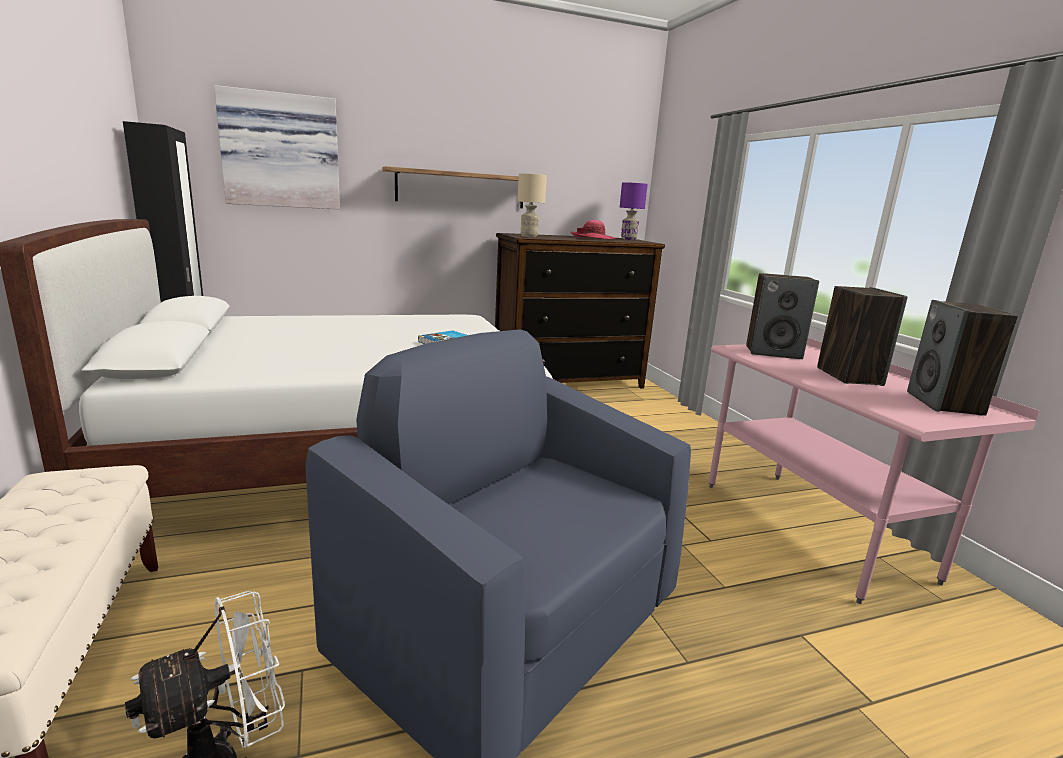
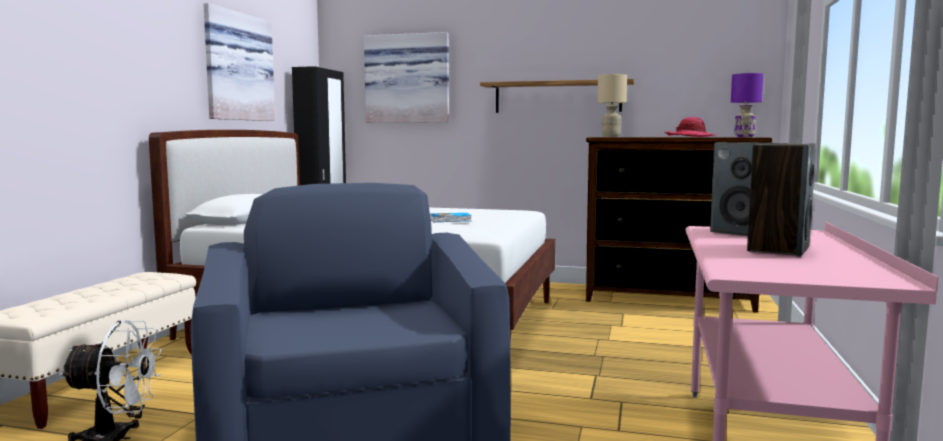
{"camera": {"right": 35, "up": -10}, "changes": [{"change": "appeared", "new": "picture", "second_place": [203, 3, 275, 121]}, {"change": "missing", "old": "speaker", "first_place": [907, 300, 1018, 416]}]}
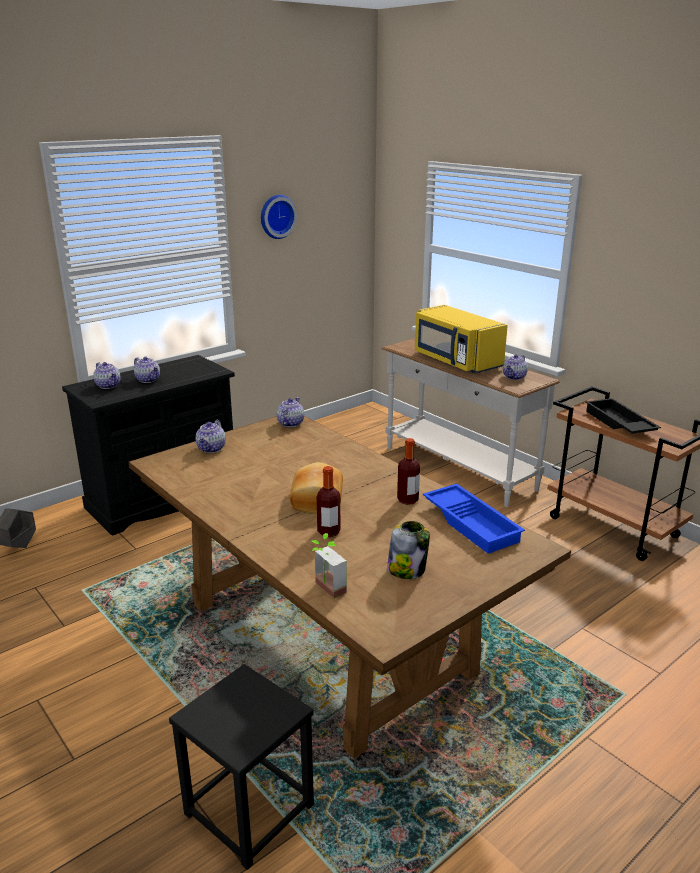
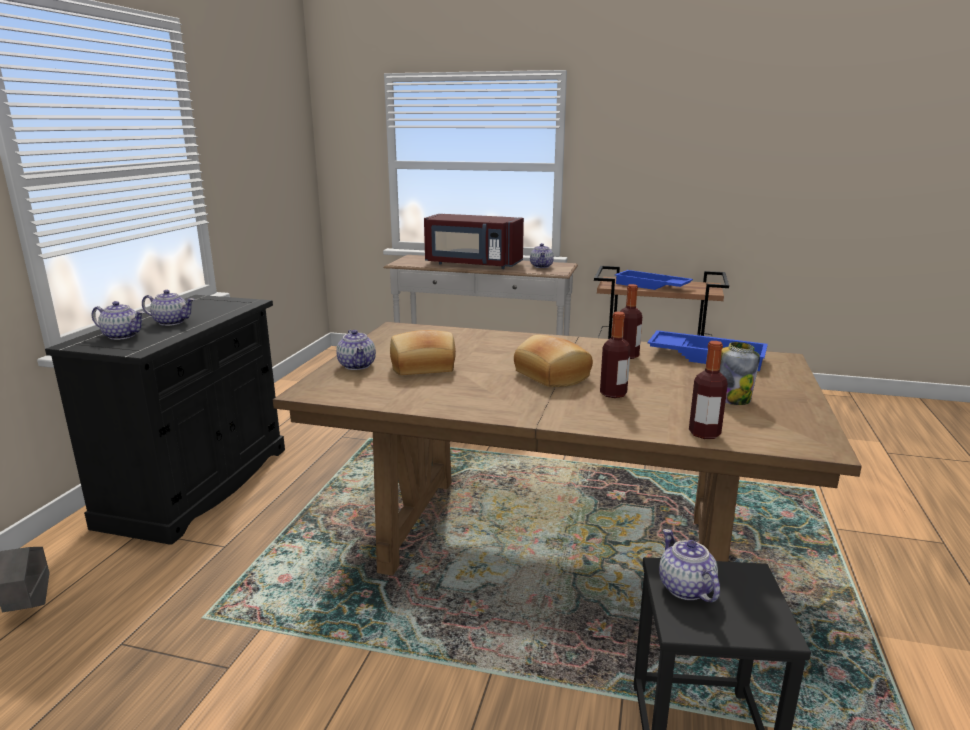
{"camera": {"right": -35, "up": -5}, "changes": [{"change": "appeared", "new": "bread", "second_place": [390, 330, 456, 375]}, {"change": "colour", "old": "yellow microwave", "new": "red microwave", "first_place": [415, 305, 508, 373], "second_place": [424, 214, 524, 269]}, {"change": "colour", "old": "black tray", "new": "blue tray", "first_place": [585, 398, 661, 434], "second_place": [615, 270, 693, 290]}, {"change": "relocated", "old": "teapot", "first_place": [277, 397, 304, 427], "second_place": [659, 529, 720, 603]}, {"change": "exchanged", "old": "potted plant", "new": "bottle", "first_place": [311, 533, 347, 598], "second_place": [689, 341, 728, 439]}, {"change": "missing", "old": "wall clock", "first_place": [261, 195, 297, 239]}]}
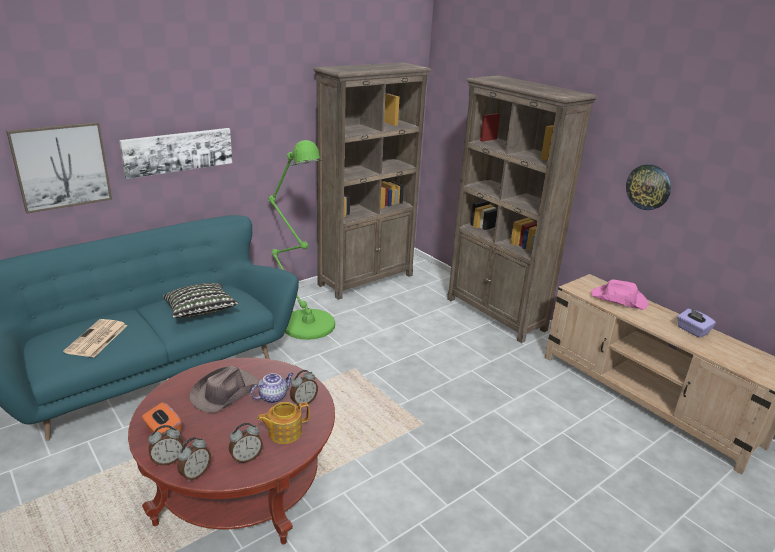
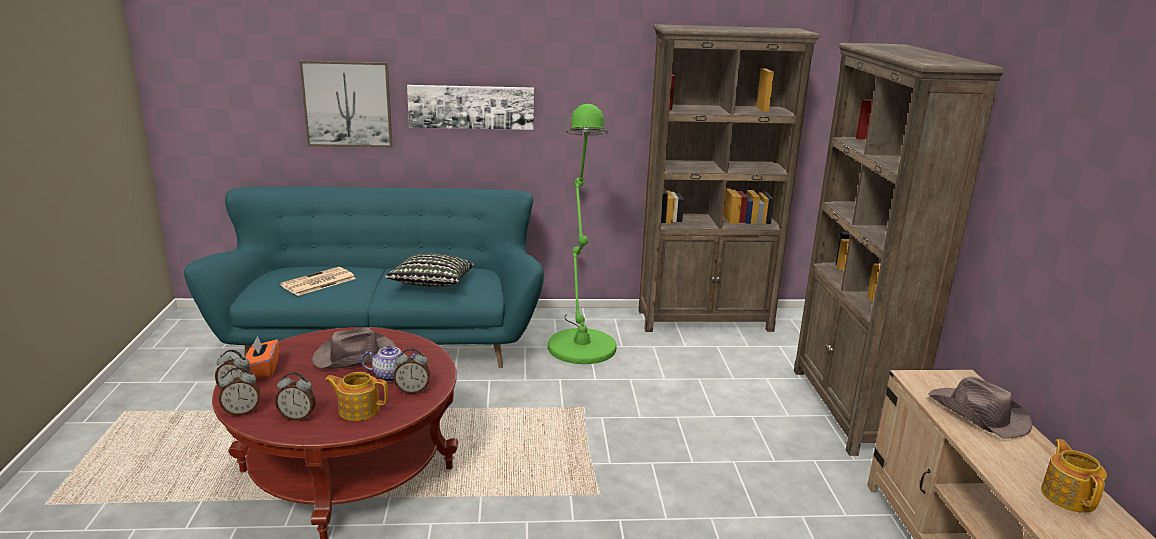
{"camera": {"right": 35, "up": -5}, "changes": [{"change": "colour", "old": "pink hat", "new": "brown hat", "first_place": [591, 280, 649, 310], "second_place": [928, 376, 1033, 438]}, {"change": "exchanged", "old": "purple tissue box", "new": "teapot", "first_place": [677, 308, 716, 338], "second_place": [1041, 439, 1107, 513]}, {"change": "missing", "old": "wall clock", "first_place": [626, 164, 671, 210]}]}
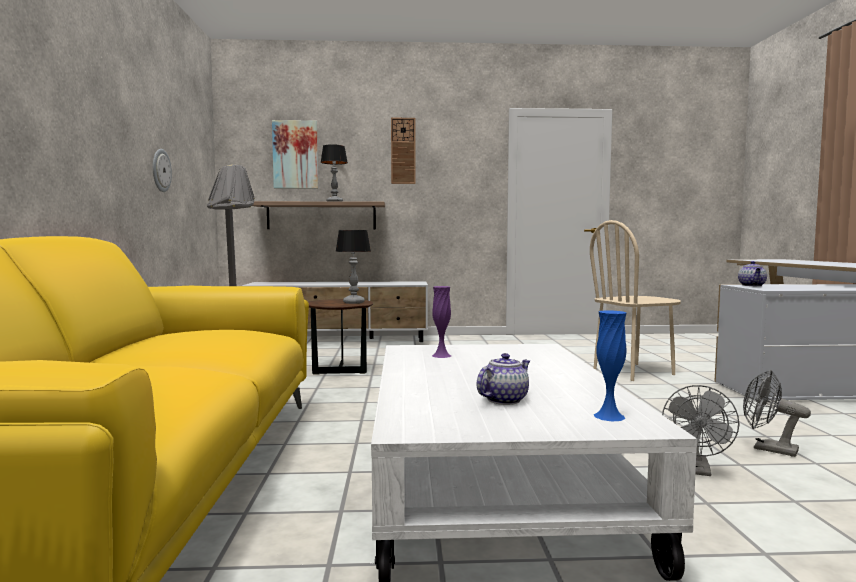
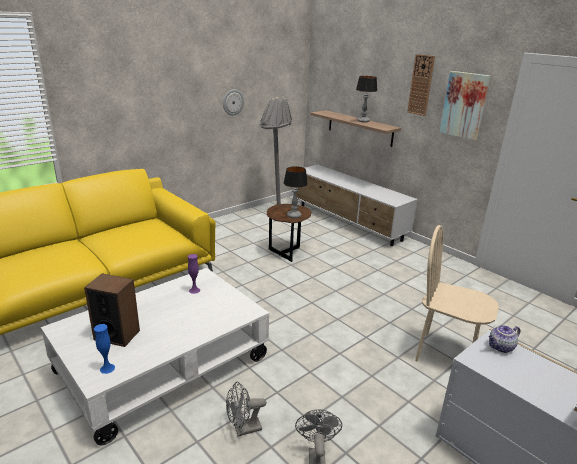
{"camera": {"right": 50, "up": 20}, "changes": [{"change": "exchanged", "old": "teapot", "new": "speaker", "first_place": [476, 353, 530, 405], "second_place": [84, 273, 140, 347]}, {"change": "relocated", "old": "picture", "first_place": [272, 120, 318, 189], "second_place": [440, 71, 490, 140]}]}
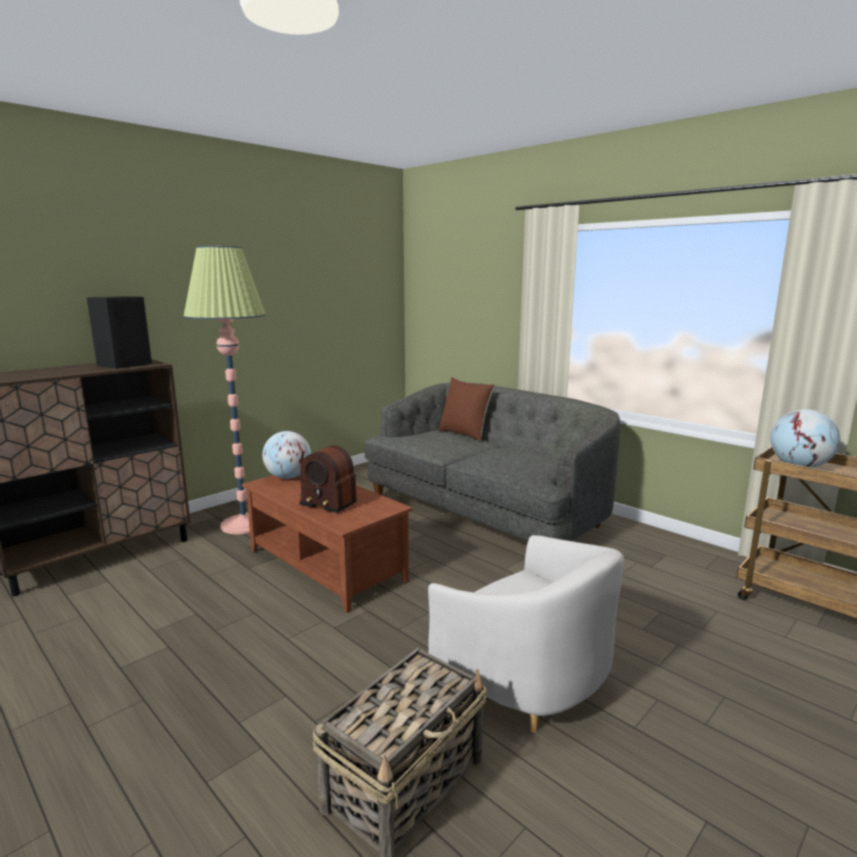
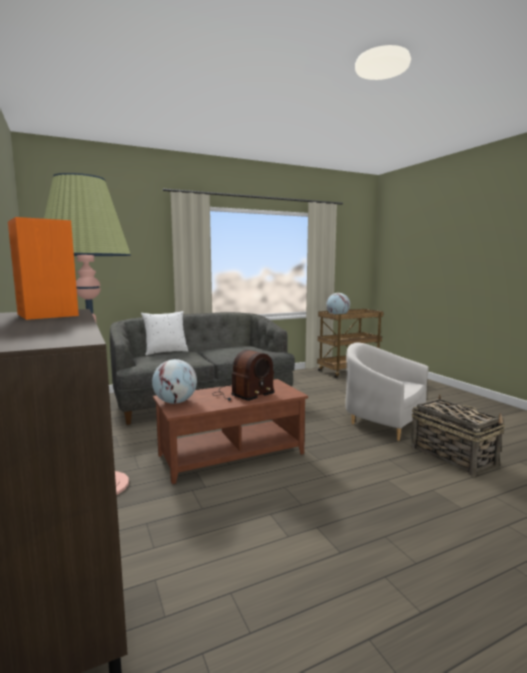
{"camera": {"right": -70, "up": -5}, "changes": [{"change": "colour", "old": "black speaker", "new": "orange speaker", "first_place": [87, 296, 152, 369], "second_place": [8, 217, 79, 320]}, {"change": "colour", "old": "brown pillow", "new": "white pillow", "first_place": [438, 377, 494, 441], "second_place": [141, 311, 189, 356]}, {"change": "spun", "old": "white armchair", "first_place": [428, 535, 624, 732], "second_place": [345, 343, 429, 441], "degrees": -120}]}
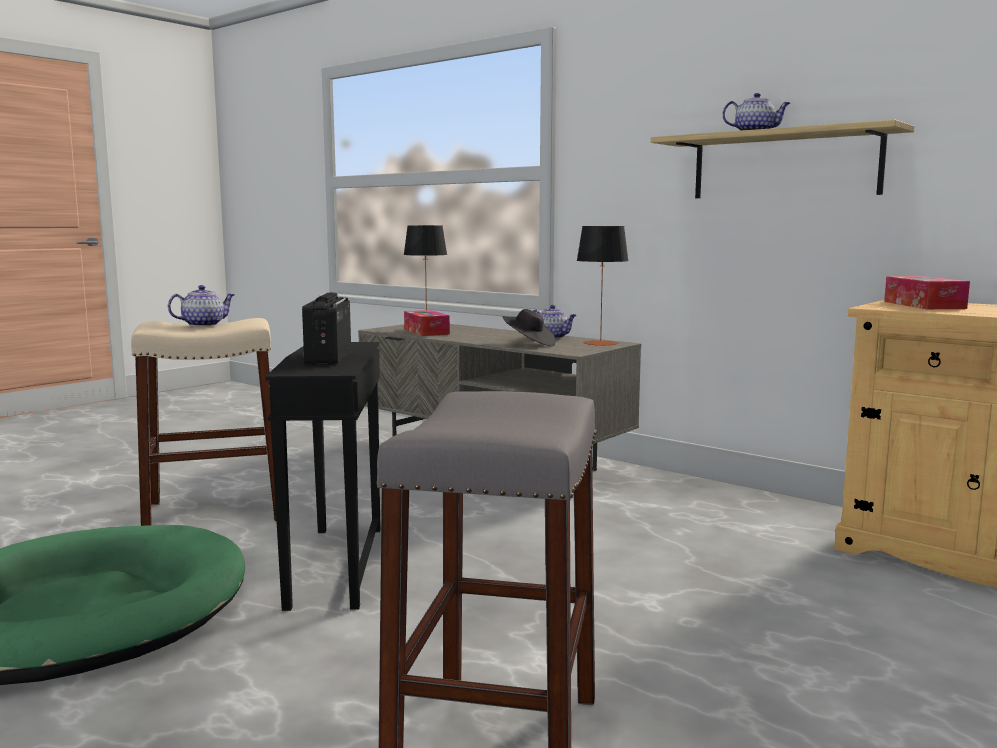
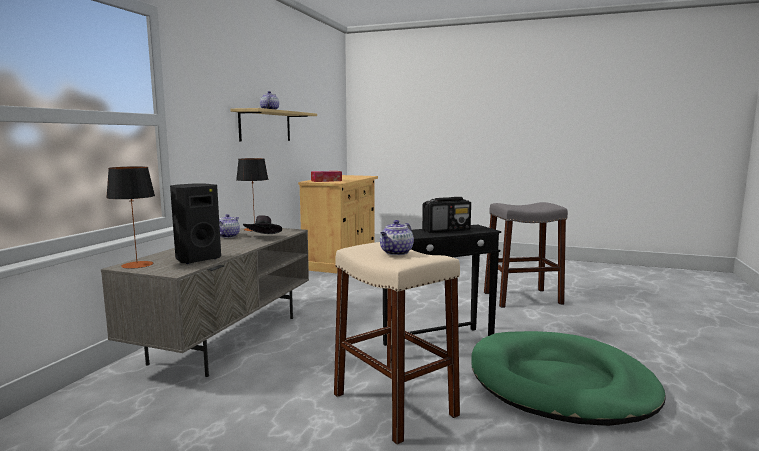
{"camera": {"right": -110, "up": 0}, "changes": [{"change": "exchanged", "old": "tissue box", "new": "black speaker", "first_place": [404, 310, 450, 336], "second_place": [170, 183, 221, 264]}, {"change": "spun", "old": "teapot", "first_place": [168, 285, 235, 327], "second_place": [380, 220, 414, 255], "degrees": -90}]}
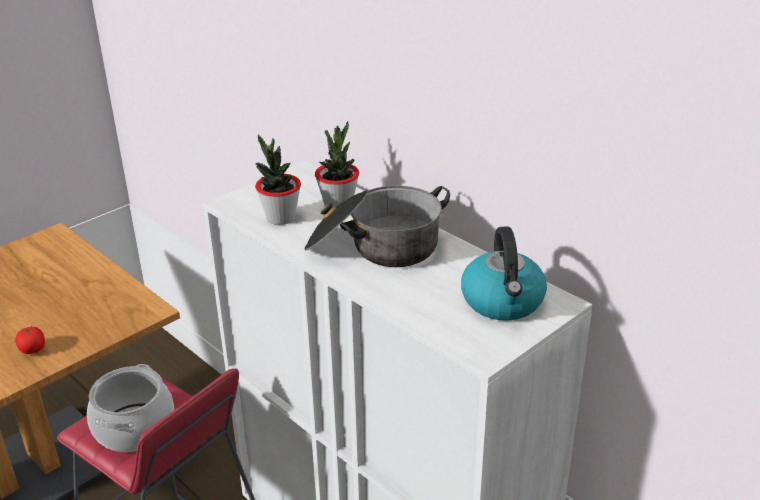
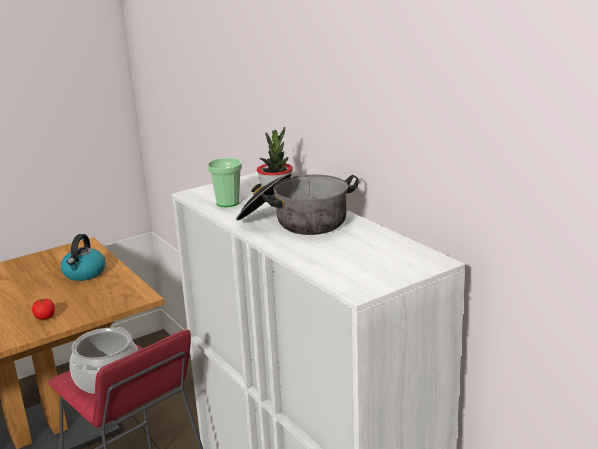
{"camera": {"right": 10, "up": -10}, "changes": [{"change": "relocated", "old": "kettle", "first_place": [461, 226, 547, 321], "second_place": [61, 234, 106, 281]}, {"change": "exchanged", "old": "potted plant", "new": "cup", "first_place": [255, 134, 301, 225], "second_place": [207, 158, 242, 207]}]}
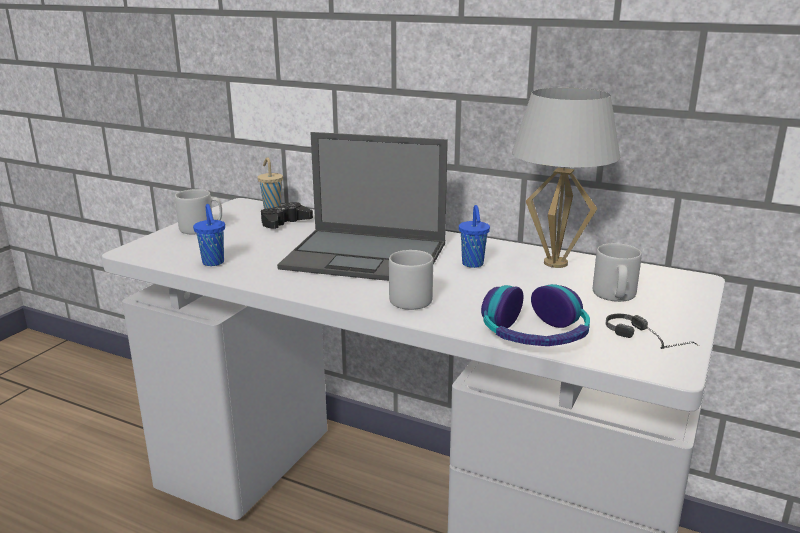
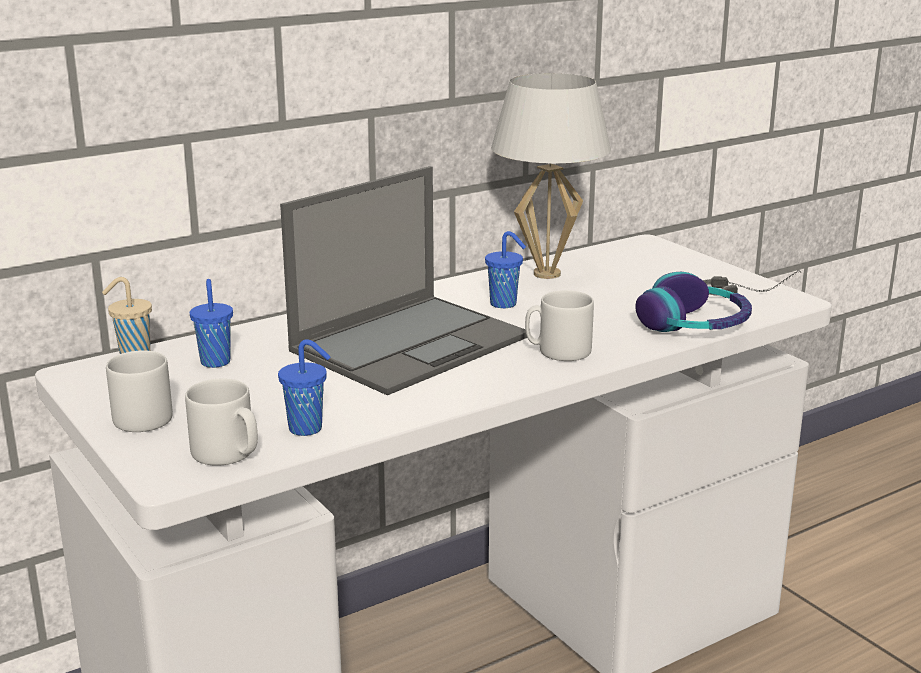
{"camera": {"right": -60, "up": 0}, "changes": [{"change": "relocated", "old": "grey mug", "first_place": [593, 243, 642, 302], "second_place": [185, 379, 258, 466]}, {"change": "exchanged", "old": "black game controller", "new": "blue cup", "first_place": [261, 202, 313, 229], "second_place": [190, 279, 233, 368]}]}
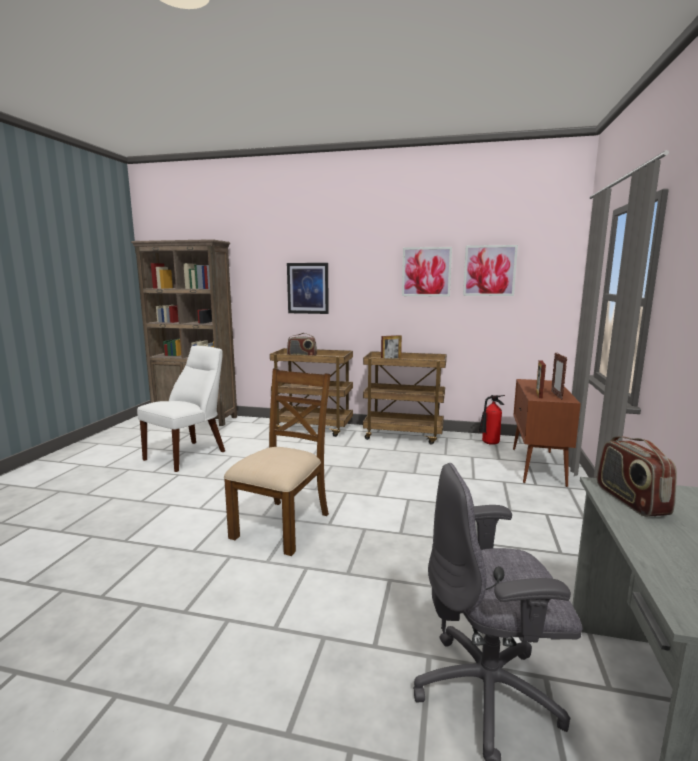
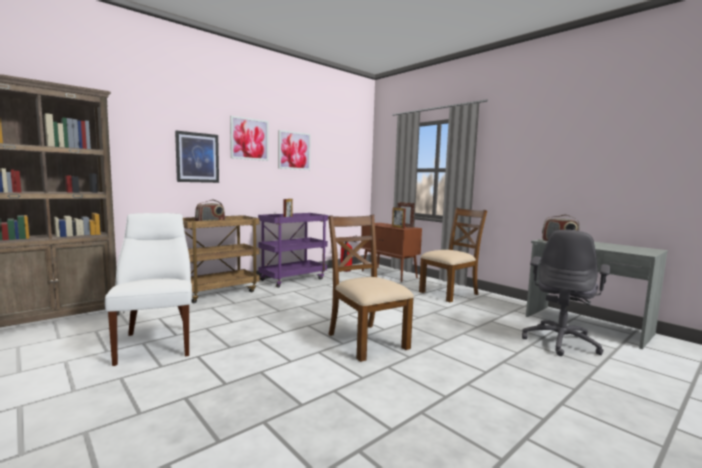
{"camera": {"right": -55, "up": -5}, "changes": [{"change": "relocated", "old": "picture", "first_place": [463, 245, 518, 296], "second_place": [230, 116, 269, 161]}, {"change": "colour", "old": "brown cart", "new": "purple cart", "first_place": [363, 351, 447, 444], "second_place": [258, 213, 328, 288]}, {"change": "appeared", "new": "brown chair", "second_place": [419, 207, 487, 302]}]}
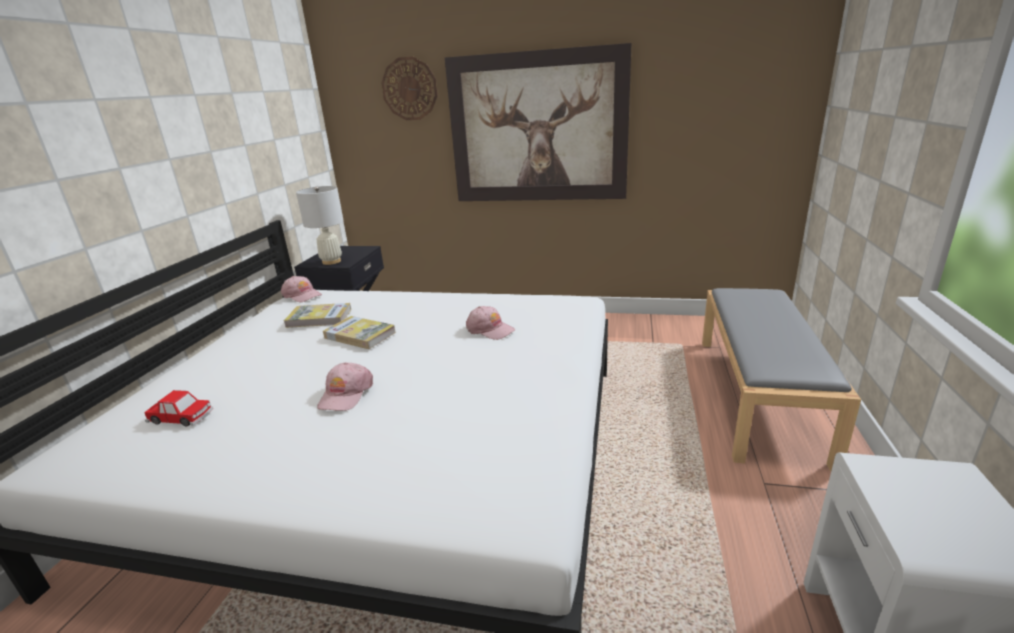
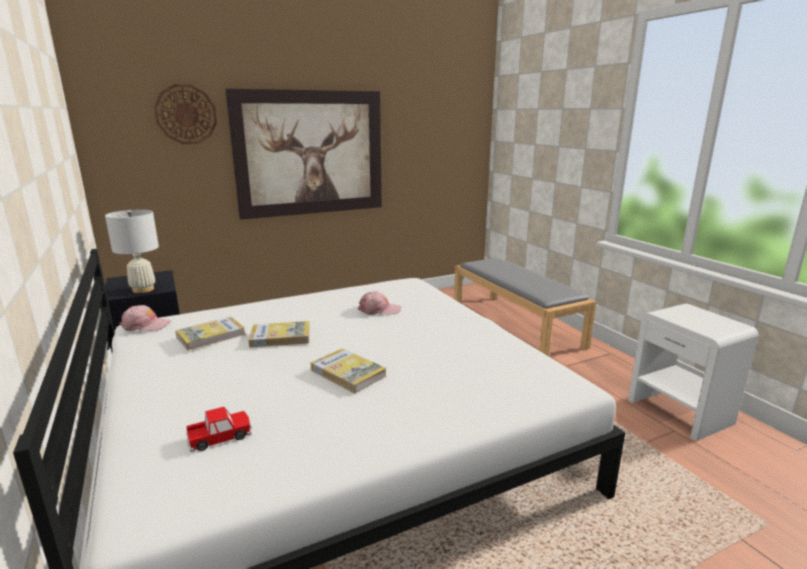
{"camera": {"right": -40, "up": -5}, "changes": [{"change": "exchanged", "old": "pink cap", "new": "book", "first_place": [317, 362, 373, 411], "second_place": [311, 348, 386, 393]}]}
